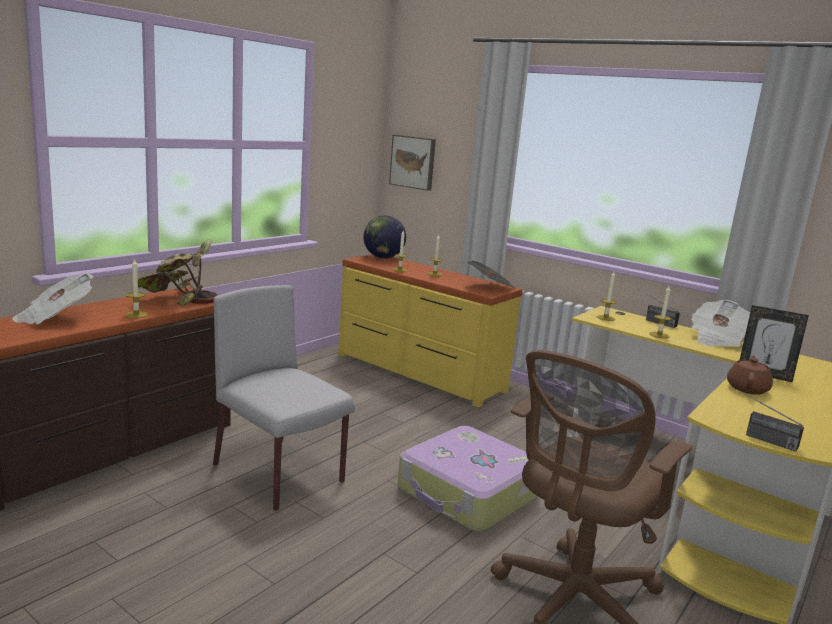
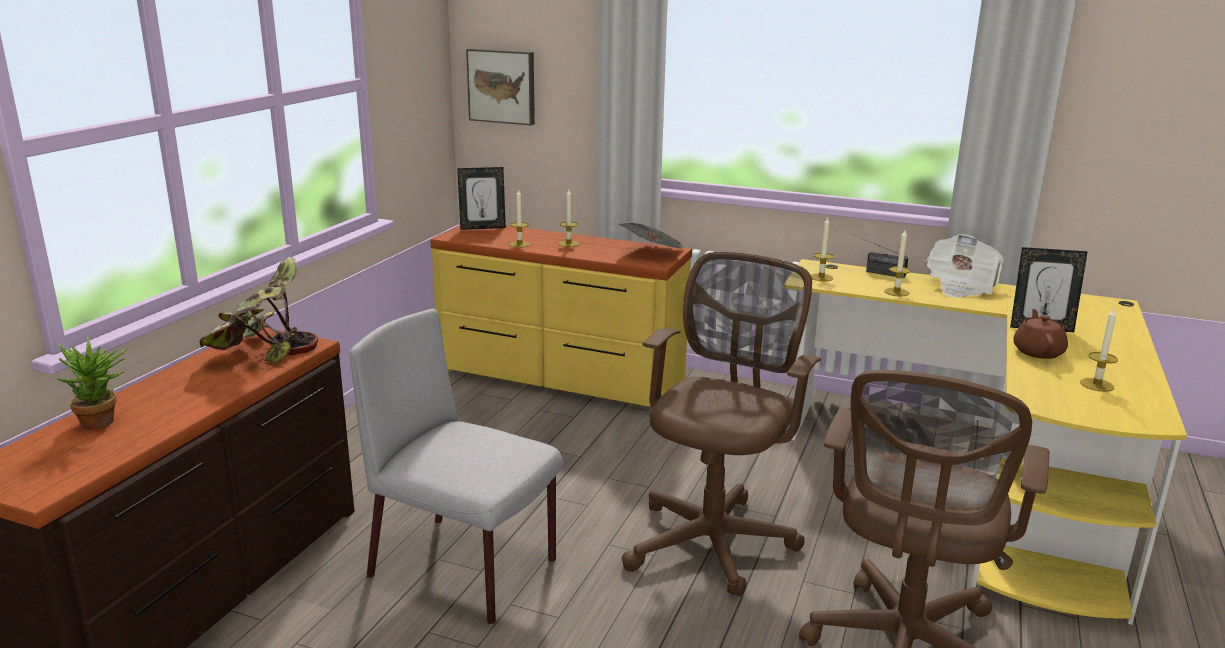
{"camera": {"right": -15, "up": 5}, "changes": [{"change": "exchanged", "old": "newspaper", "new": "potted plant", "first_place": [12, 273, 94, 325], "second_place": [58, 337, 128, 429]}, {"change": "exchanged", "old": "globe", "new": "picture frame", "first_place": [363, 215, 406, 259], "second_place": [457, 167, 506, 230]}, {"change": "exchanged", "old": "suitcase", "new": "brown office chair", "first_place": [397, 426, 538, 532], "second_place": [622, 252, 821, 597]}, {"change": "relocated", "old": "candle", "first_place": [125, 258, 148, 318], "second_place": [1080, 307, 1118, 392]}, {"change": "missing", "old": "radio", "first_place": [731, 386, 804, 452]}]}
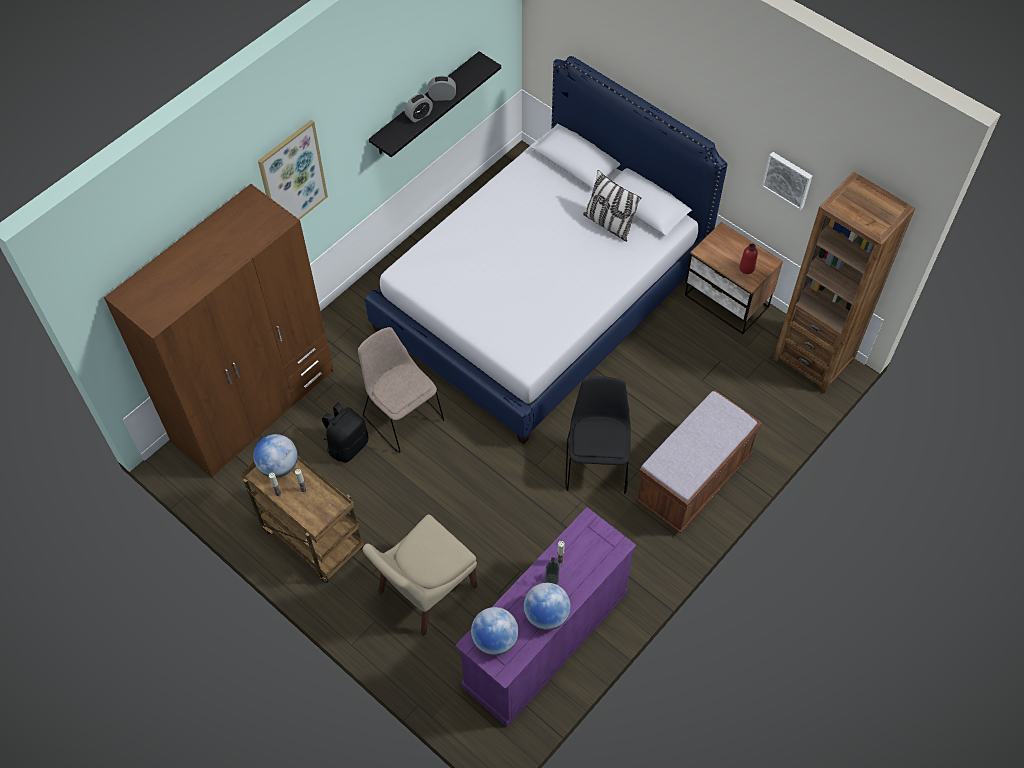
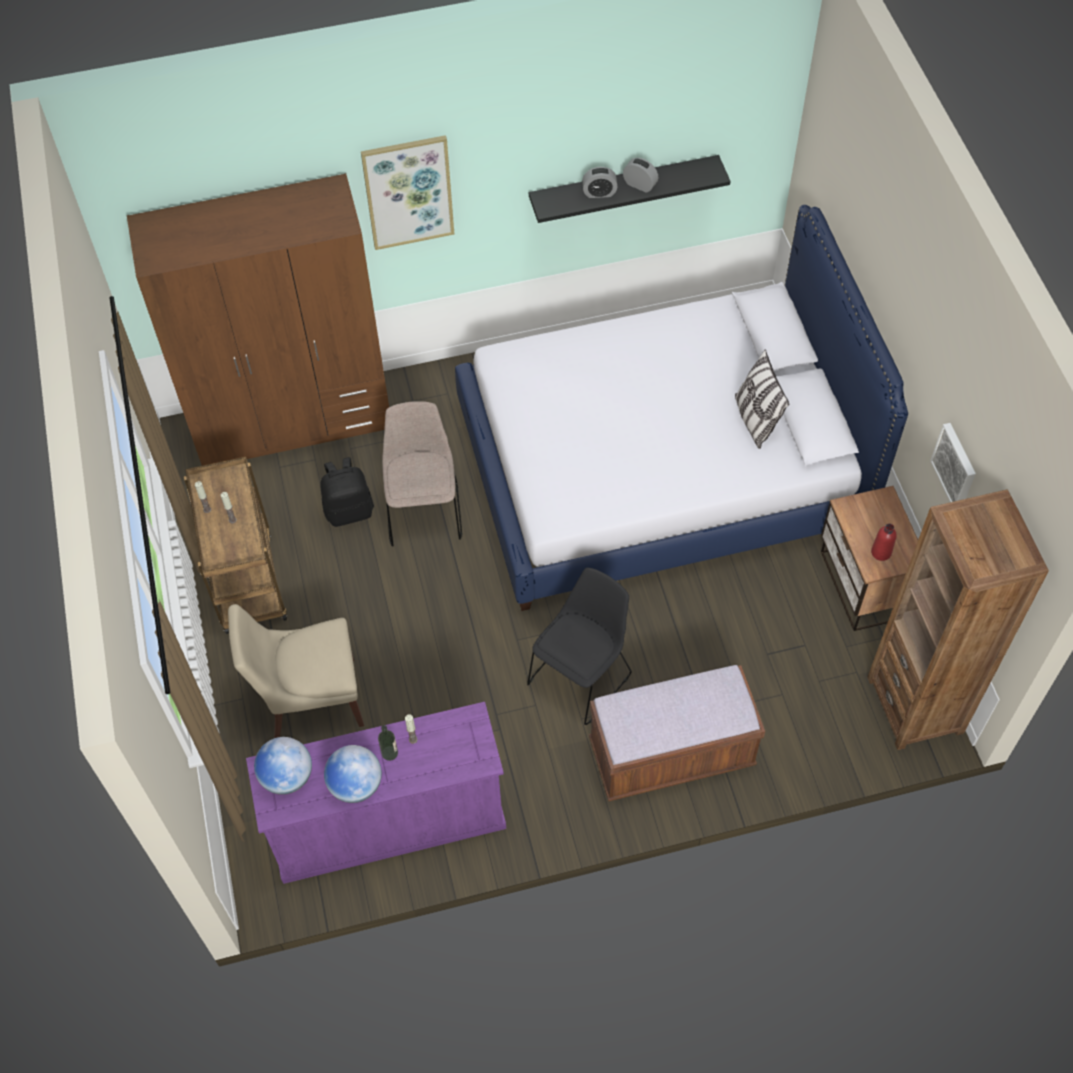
{"camera": {"right": 35, "up": 0}, "changes": [{"change": "missing", "old": "globe", "first_place": [254, 434, 298, 478]}]}
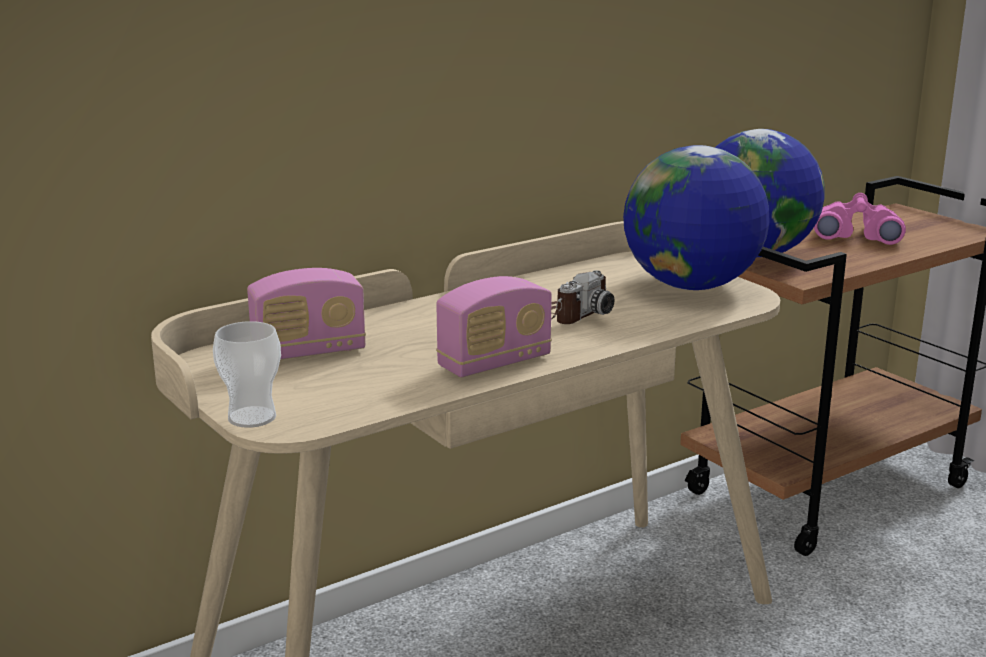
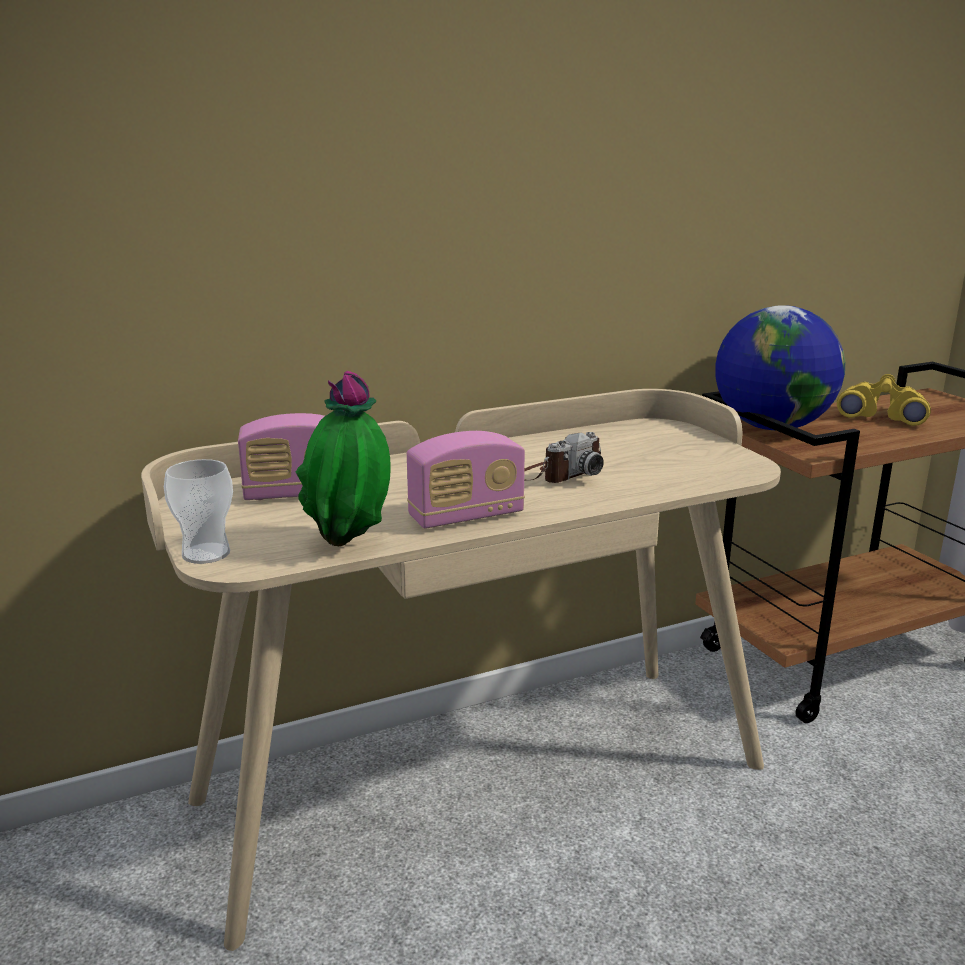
{"camera": {"right": 10, "up": 0}, "changes": [{"change": "appeared", "new": "potted plant", "second_place": [296, 371, 391, 546]}, {"change": "colour", "old": "pink binoculars", "new": "yellow binoculars", "first_place": [814, 193, 906, 245], "second_place": [837, 374, 931, 426]}, {"change": "missing", "old": "globe", "first_place": [623, 145, 769, 290]}]}
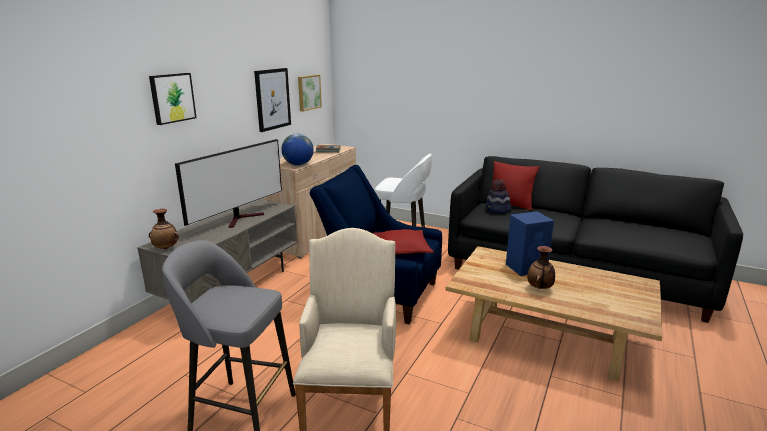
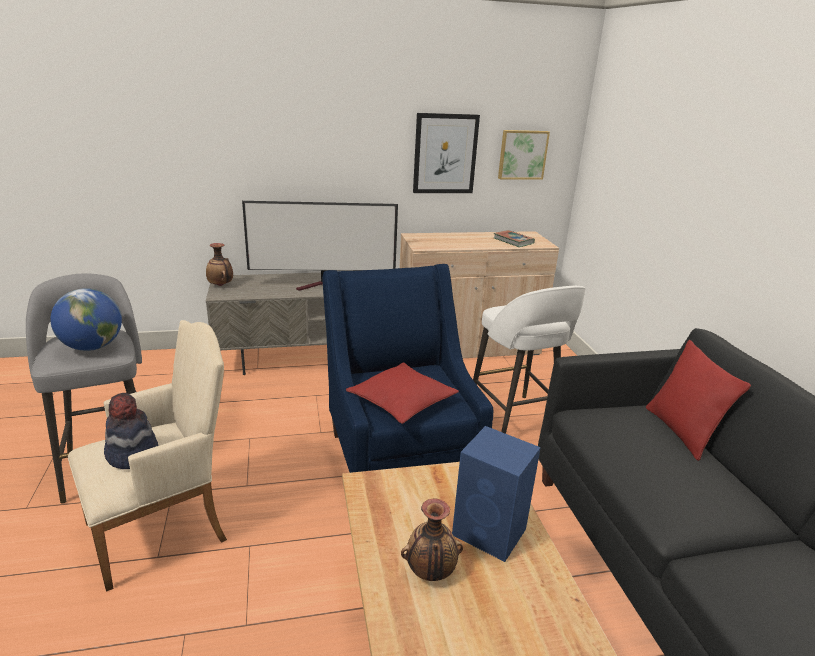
{"camera": {"right": 50, "up": 5}, "changes": [{"change": "relocated", "old": "globe", "first_place": [281, 134, 314, 166], "second_place": [50, 288, 122, 351]}, {"change": "relocated", "old": "hat", "first_place": [485, 179, 512, 214], "second_place": [104, 393, 159, 469]}, {"change": "missing", "old": "picture", "first_place": [149, 73, 197, 125]}]}
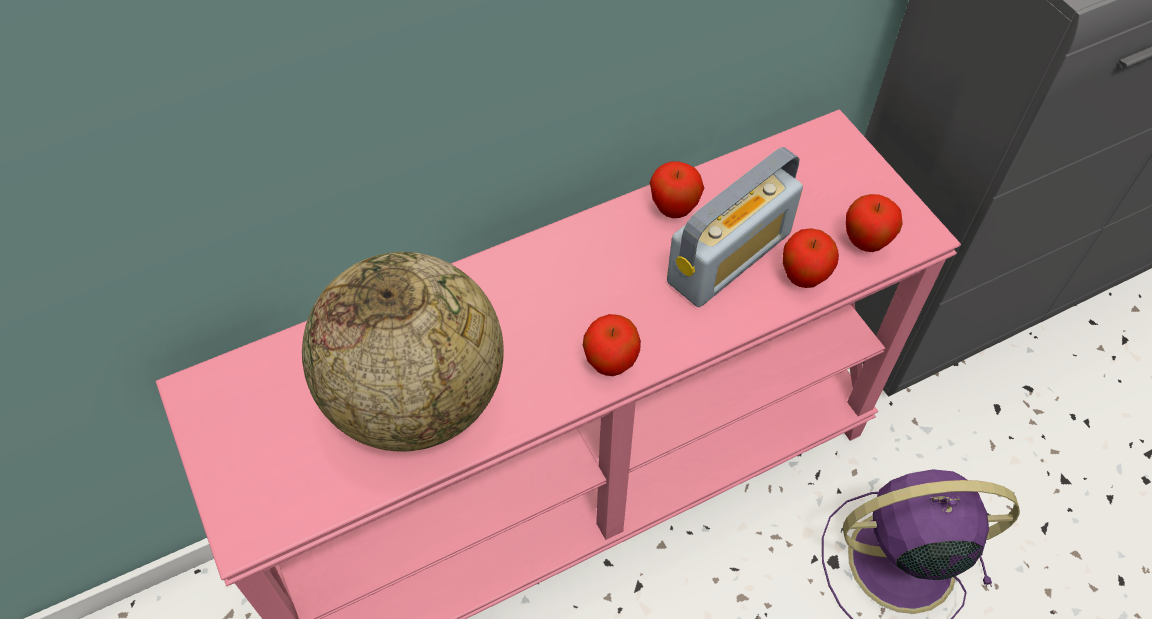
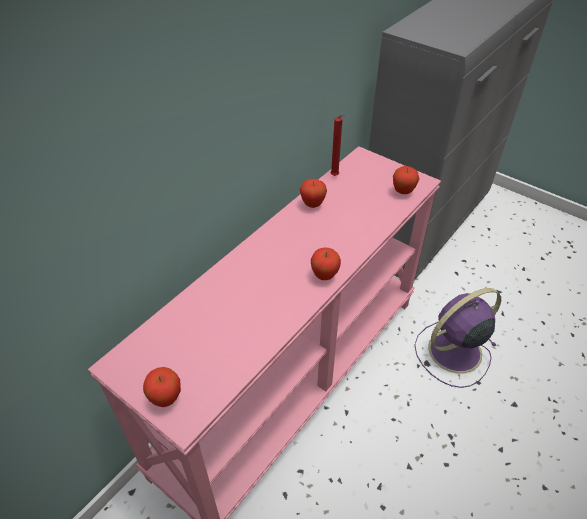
{"camera": {"right": -25, "up": -10}, "changes": [{"change": "relocated", "old": "apple", "first_place": [783, 228, 839, 288], "second_place": [143, 367, 181, 407]}, {"change": "appeared", "new": "red candle", "second_place": [330, 115, 345, 176]}, {"change": "missing", "old": "globe", "first_place": [302, 252, 504, 452]}, {"change": "missing", "old": "radio", "first_place": [667, 147, 803, 307]}]}
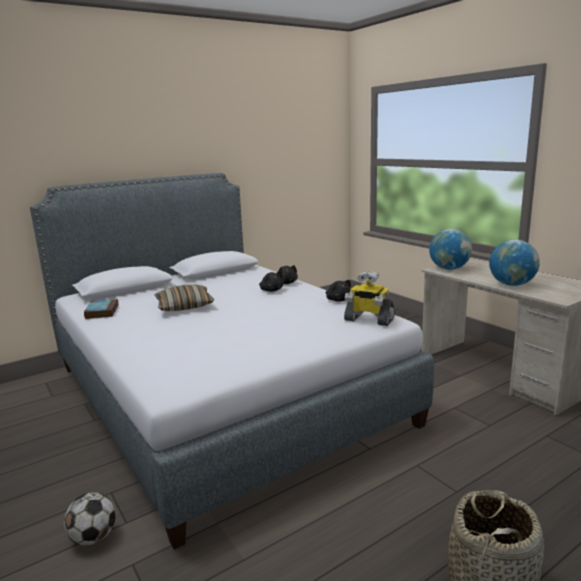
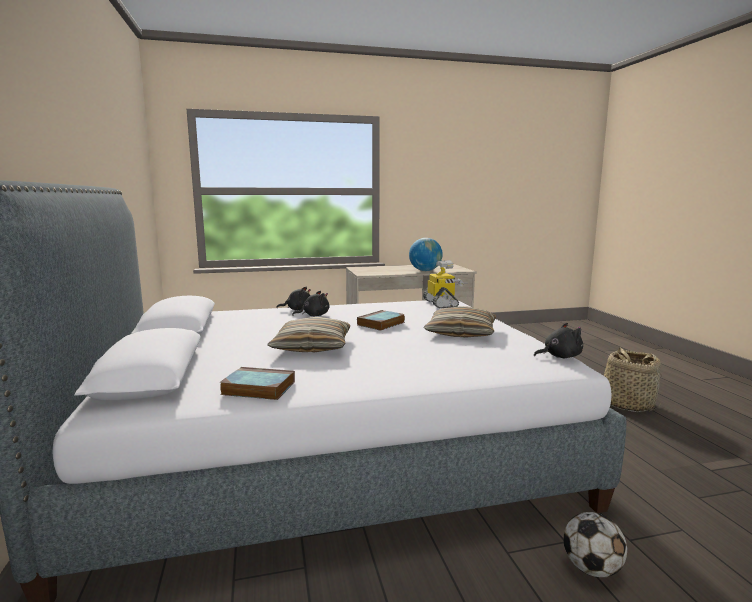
{"camera": {"right": -70, "up": -5}, "changes": [{"change": "appeared", "new": "book", "second_place": [357, 310, 405, 331]}, {"change": "spun", "old": "toy robot", "first_place": [344, 271, 395, 326], "second_place": [423, 260, 463, 308], "degrees": -60}, {"change": "appeared", "new": "pillow", "second_place": [424, 306, 496, 338]}, {"change": "relocated", "old": "black plush toy", "first_place": [326, 280, 351, 302], "second_place": [534, 323, 583, 358]}, {"change": "missing", "old": "globe", "first_place": [429, 229, 472, 270]}]}
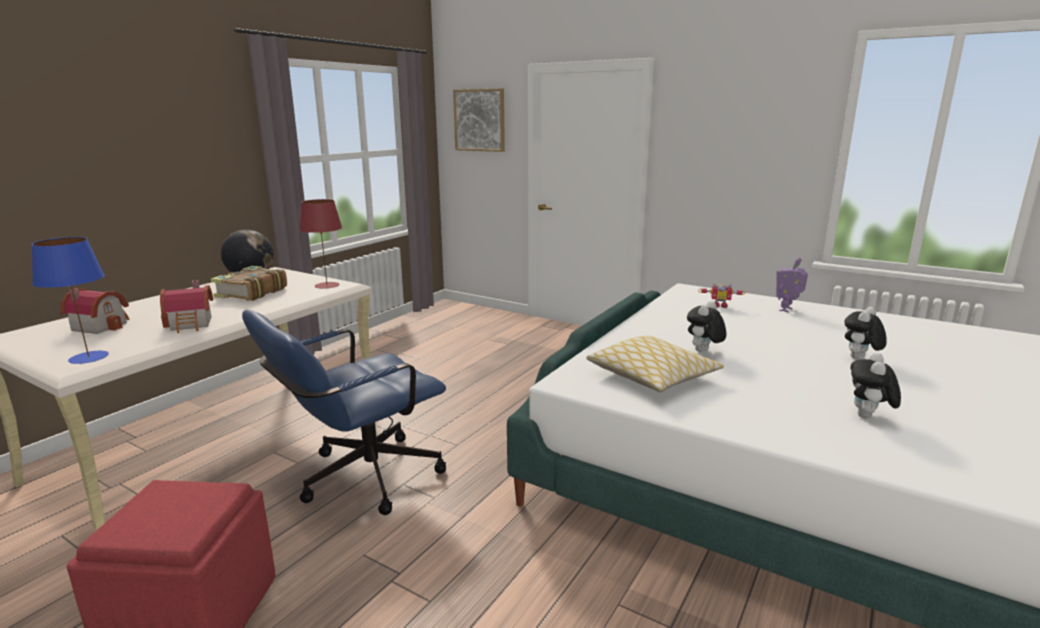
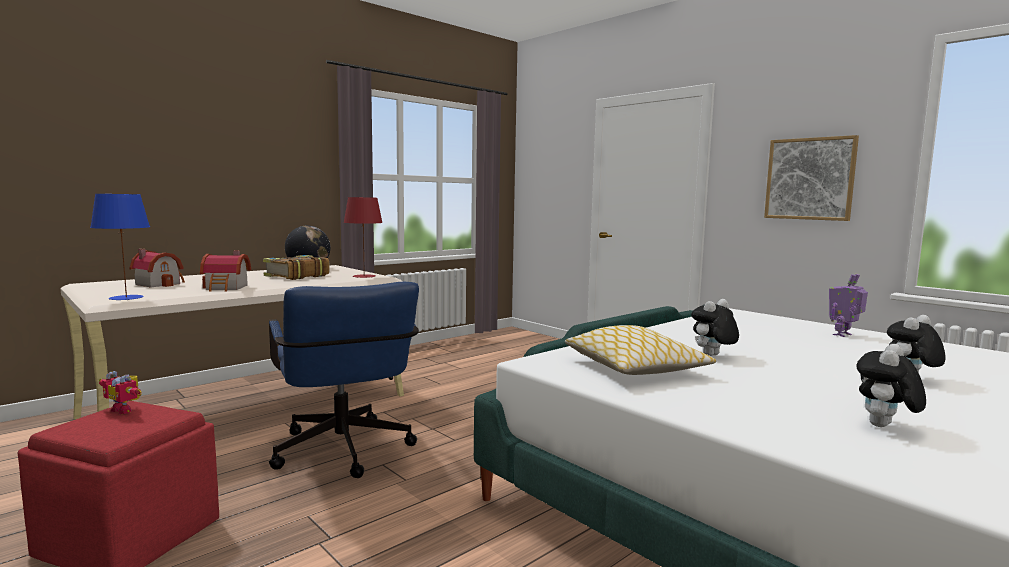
{"camera": {"right": 15, "up": -10}, "changes": [{"change": "relocated", "old": "toy robot", "first_place": [699, 282, 746, 308], "second_place": [99, 371, 142, 414]}, {"change": "spun", "old": "blue office chair", "first_place": [242, 310, 446, 515], "second_place": [269, 282, 419, 478], "degrees": -90}, {"change": "relocated", "old": "picture", "first_place": [453, 88, 505, 152], "second_place": [764, 135, 859, 221]}]}
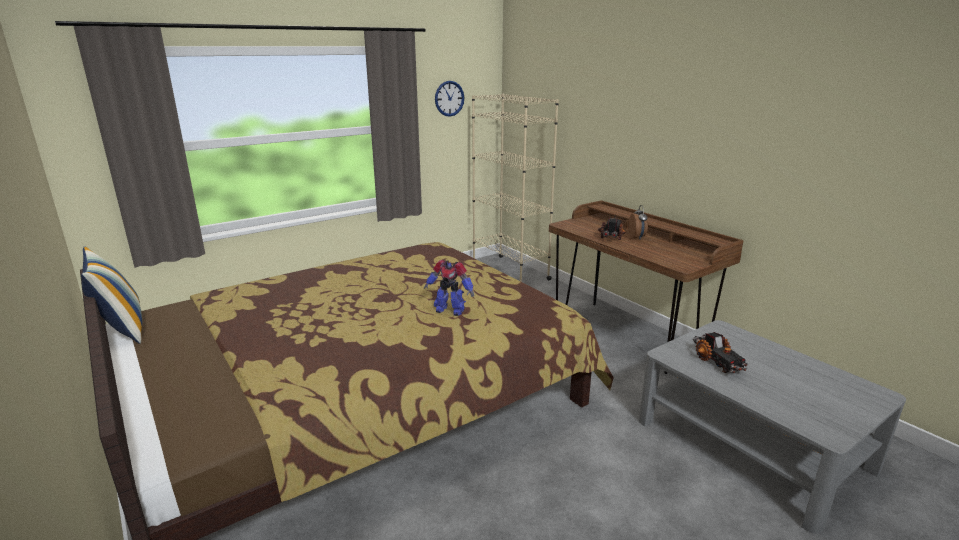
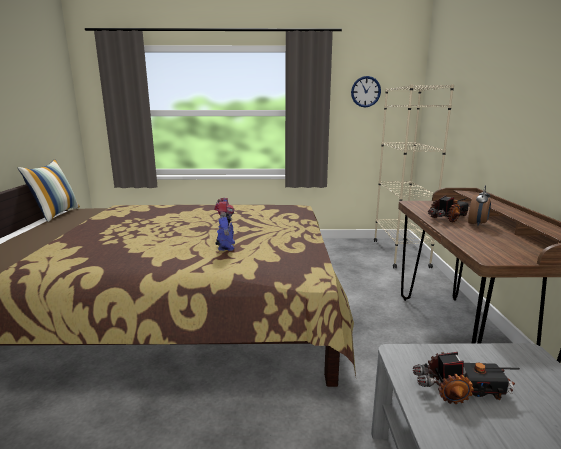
{"camera": {"right": 35, "up": -5}, "changes": [{"change": "spun", "old": "toy robot", "first_place": [424, 260, 474, 316], "second_place": [214, 198, 235, 251], "degrees": -150}, {"change": "spun", "old": "toy truck", "first_place": [693, 332, 748, 373], "second_place": [413, 352, 520, 404], "degrees": -105}]}
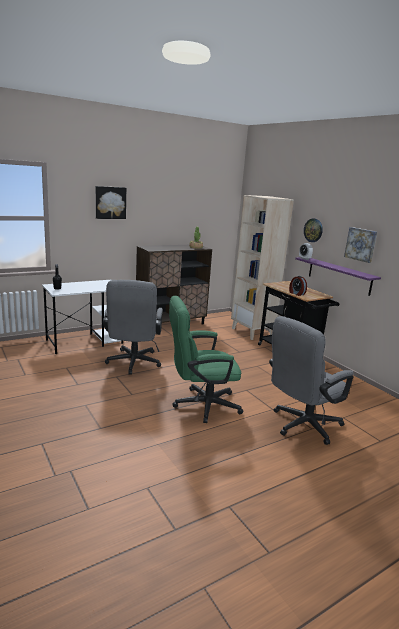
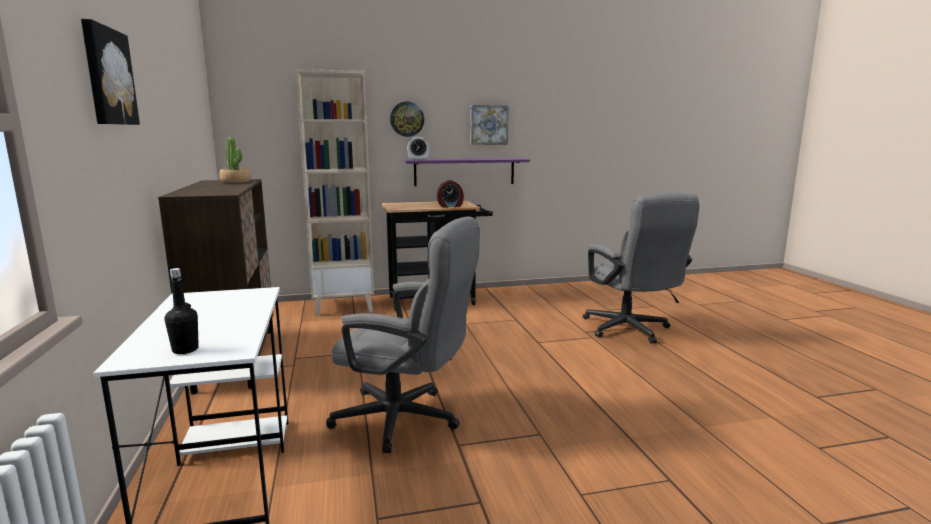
{"camera": {"right": -70, "up": -5}, "changes": [{"change": "missing", "old": "green office chair", "first_place": [169, 296, 243, 423]}]}
